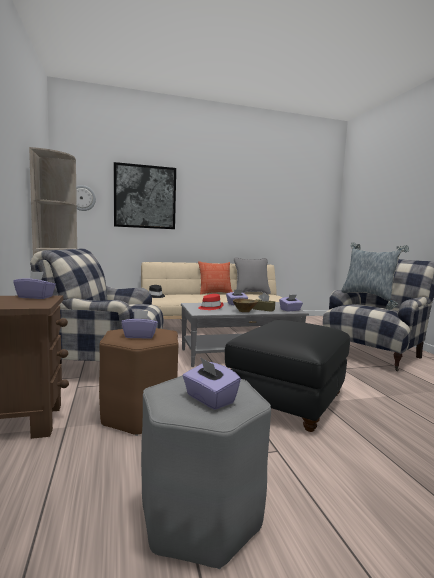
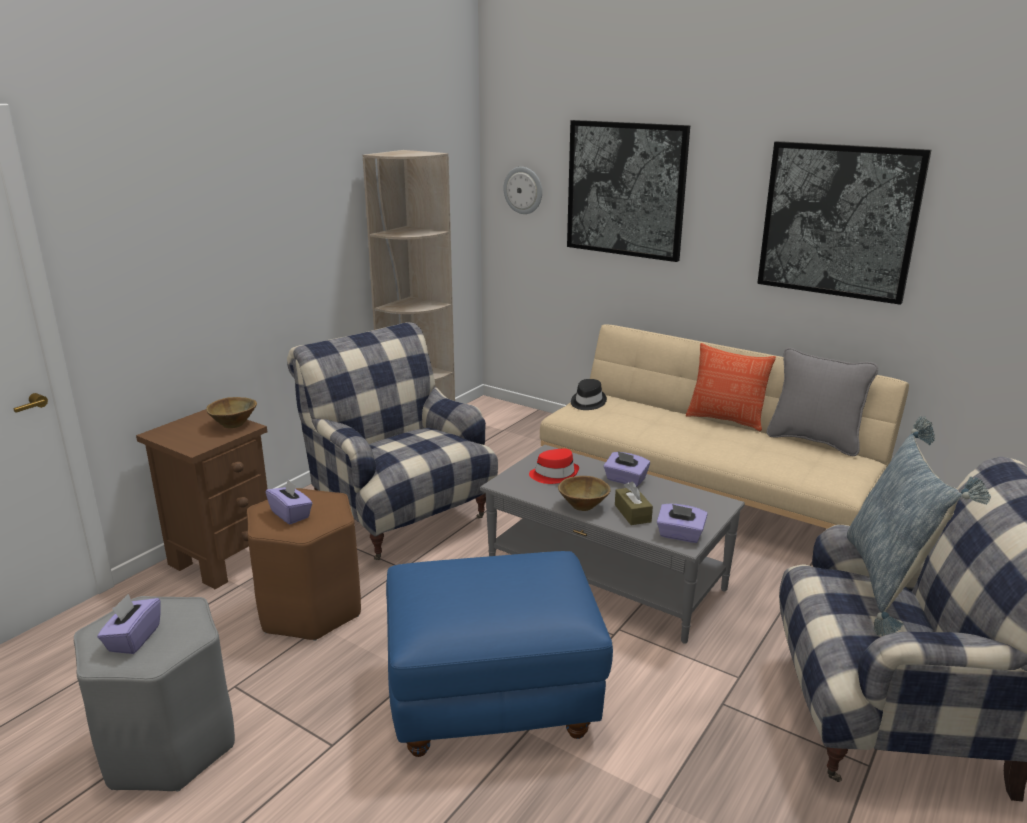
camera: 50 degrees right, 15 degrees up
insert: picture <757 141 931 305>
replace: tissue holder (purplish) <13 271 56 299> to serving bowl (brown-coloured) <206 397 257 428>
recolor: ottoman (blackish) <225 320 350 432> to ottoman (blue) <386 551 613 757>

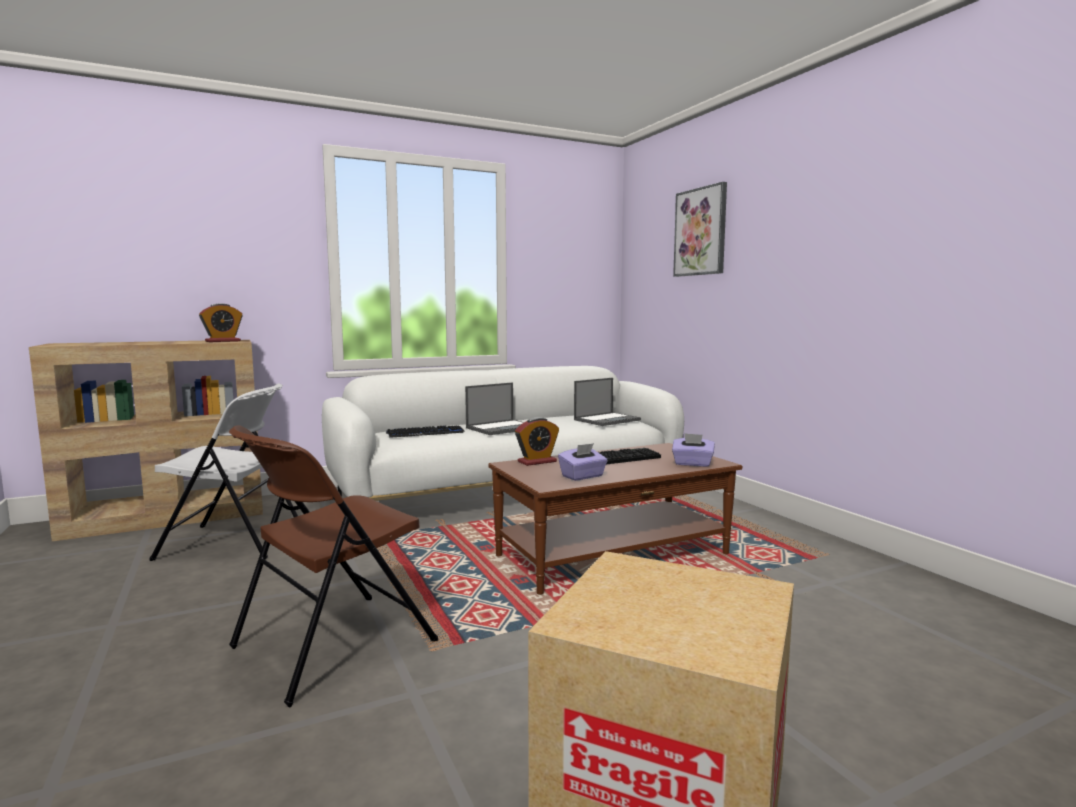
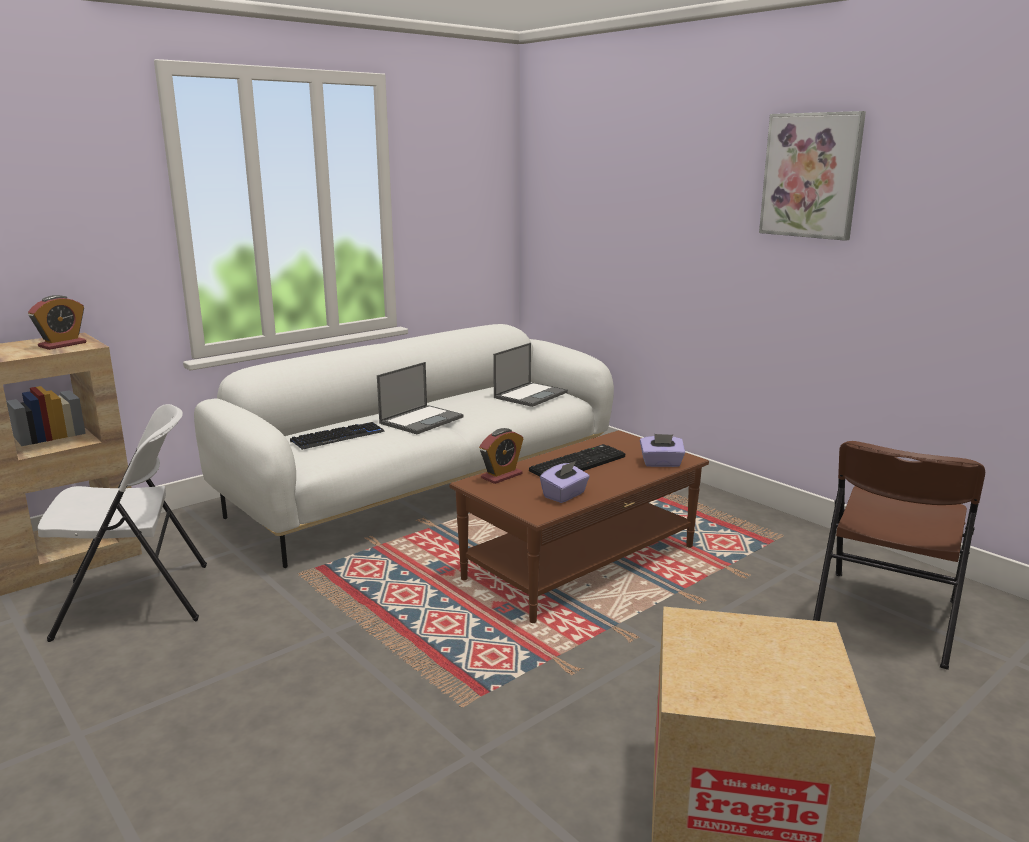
camera: 15 degrees left, 10 degrees up
move: picture <673 182 727 277> to <759 111 866 241>; plain chair (brown-coloured) <229 425 438 708> to <813 441 985 670>

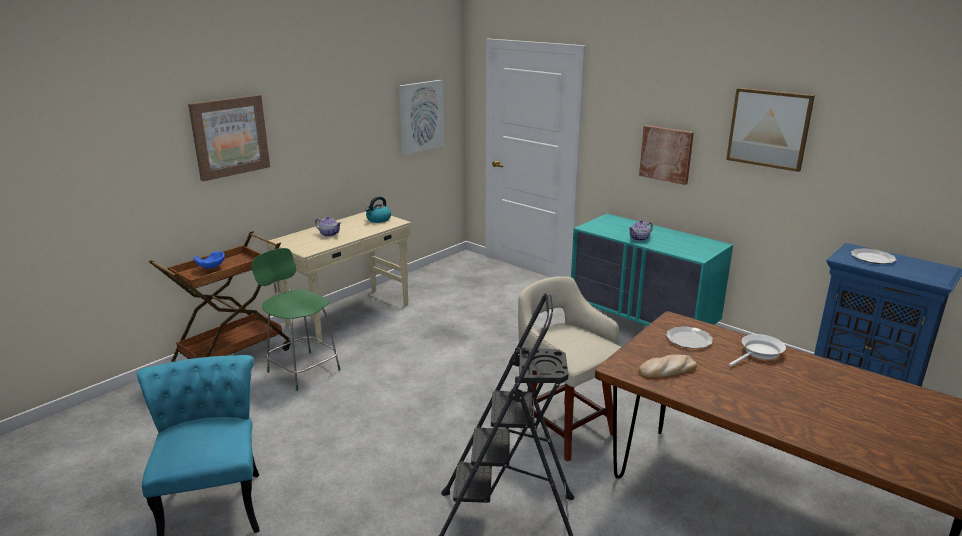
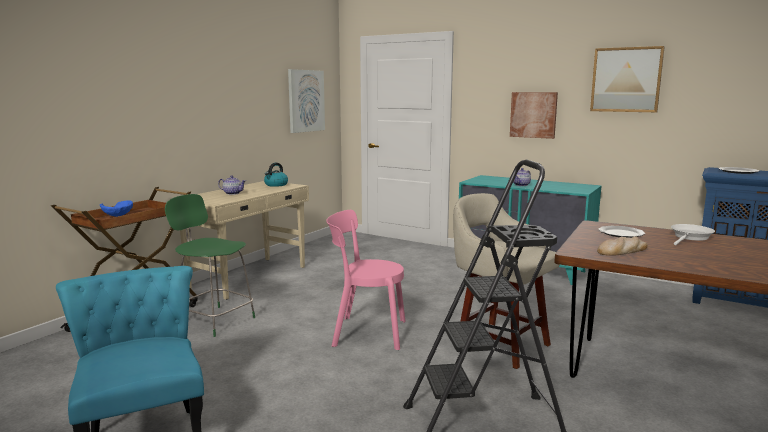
camera: 10 degrees left, 10 degrees down
delete: picture <188 95 270 181>
insert: plain chair (pinkish) <326 210 406 350>

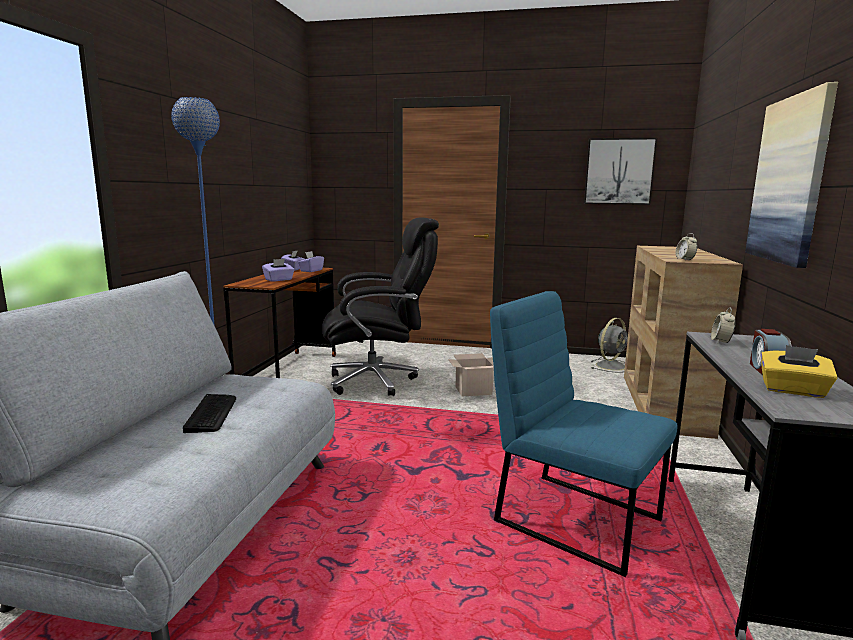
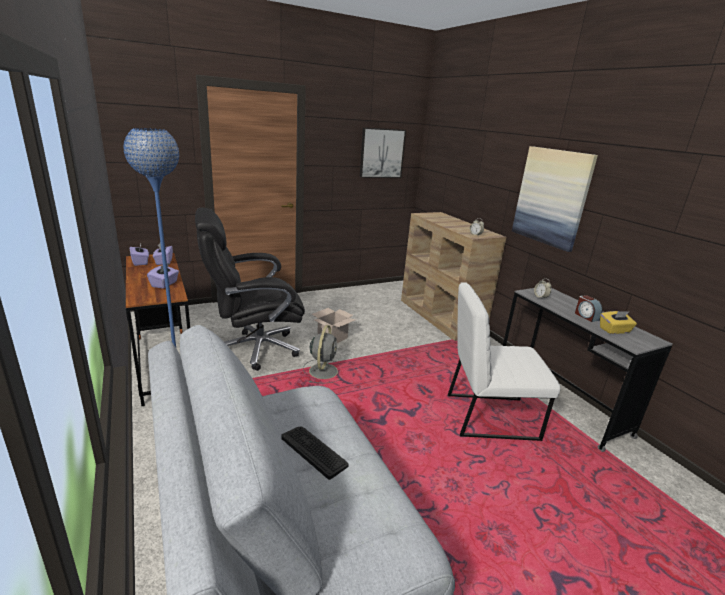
camera: 40 degrees left, 10 degrees up
move: fan (grey) <591 318 628 373> to <303 325 341 383>
recolor: plain chair (blue) <490 291 677 577> to plain chair (white) <448 283 561 441>
rotate: desk chair (blackish) <322 217 439 396> = <195 208 305 371> 150 degrees counterclockwise

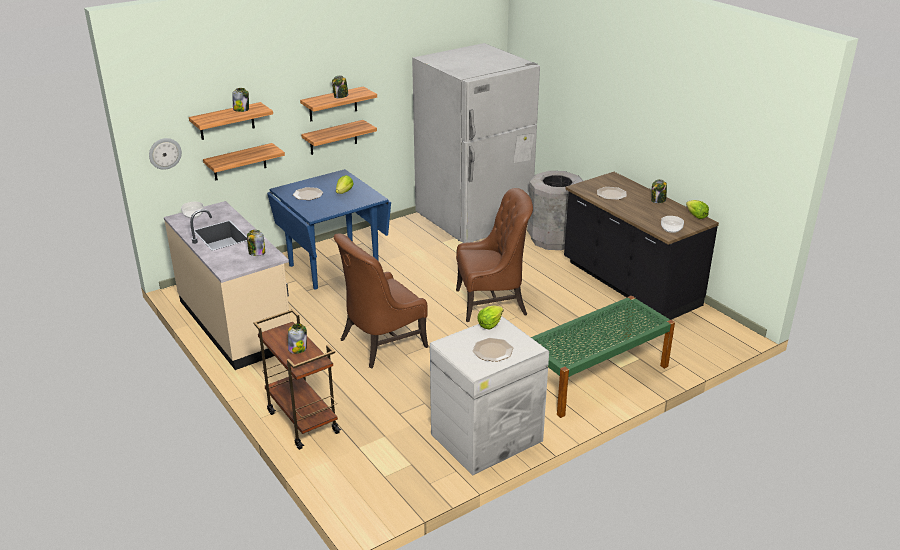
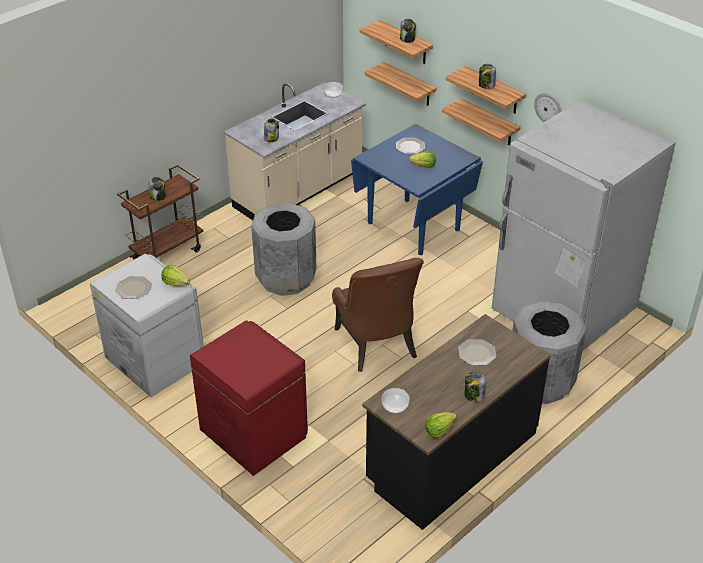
camera: 80 degrees right, 10 degrees up
move: clock on the wall <149 138 182 170> to <534 93 562 122>
replace: plain chair (brown-coloured) <334 234 428 368> to rubbish bin (grey) <251 203 317 296>; indoor bench (green) <531 295 675 418> to washing machine (red-coloured) <190 320 308 476>

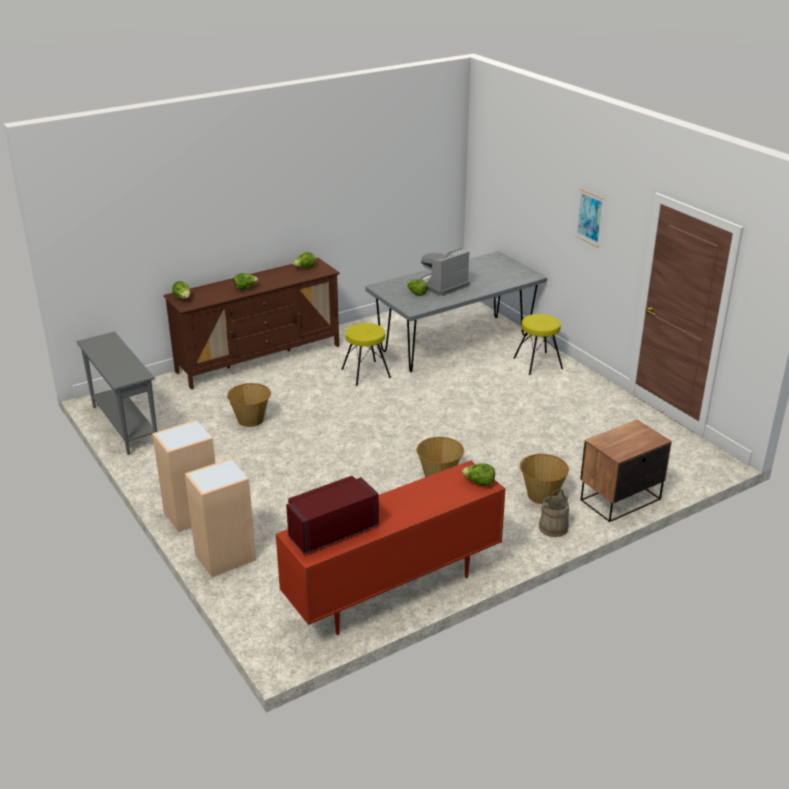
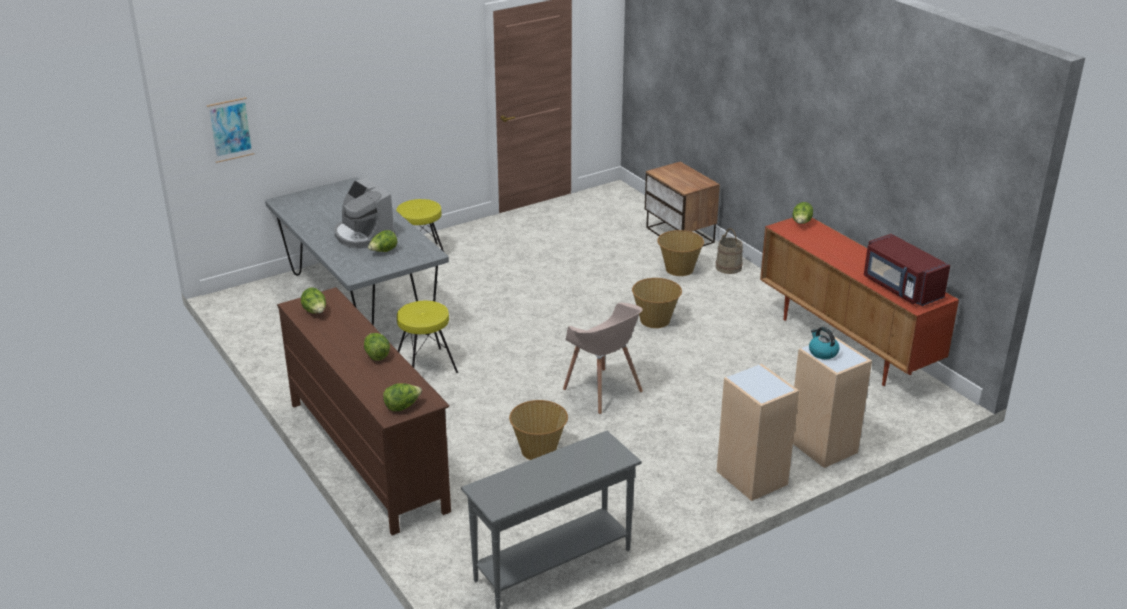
camera: 90 degrees left, 0 degrees up
insert: plain chair (beige) <563 303 643 414>; tea kettle <809 327 840 359>
move: picture <576 189 604 247> to <207 97 254 163>

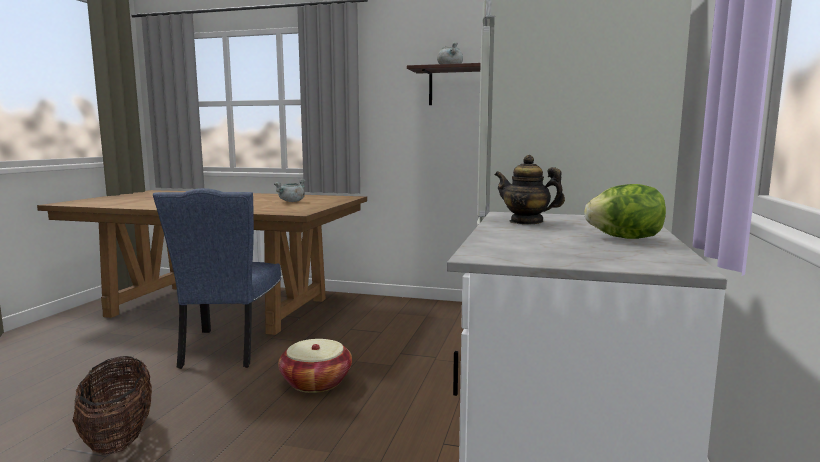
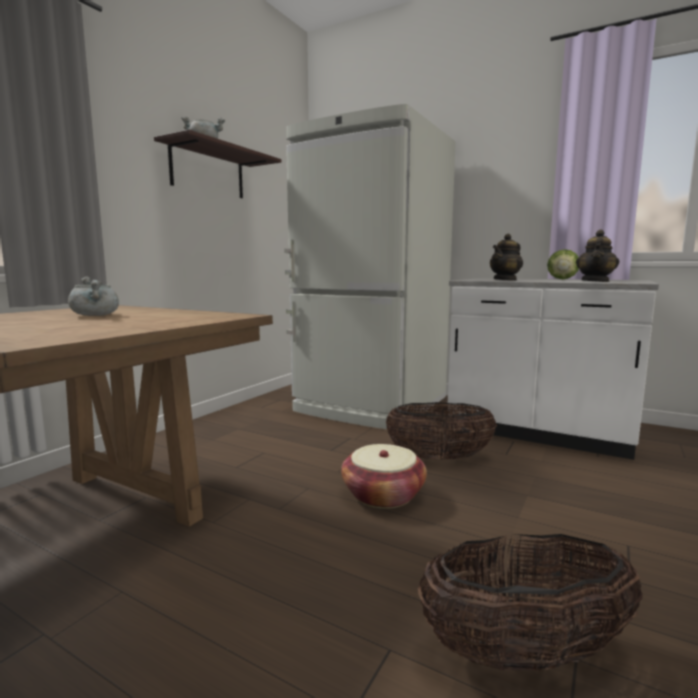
camera: 75 degrees left, 0 degrees up
delete: plain chair (blue) <153 188 281 369>
insert: tea pot <576 229 619 282>; household basket <386 402 497 460>

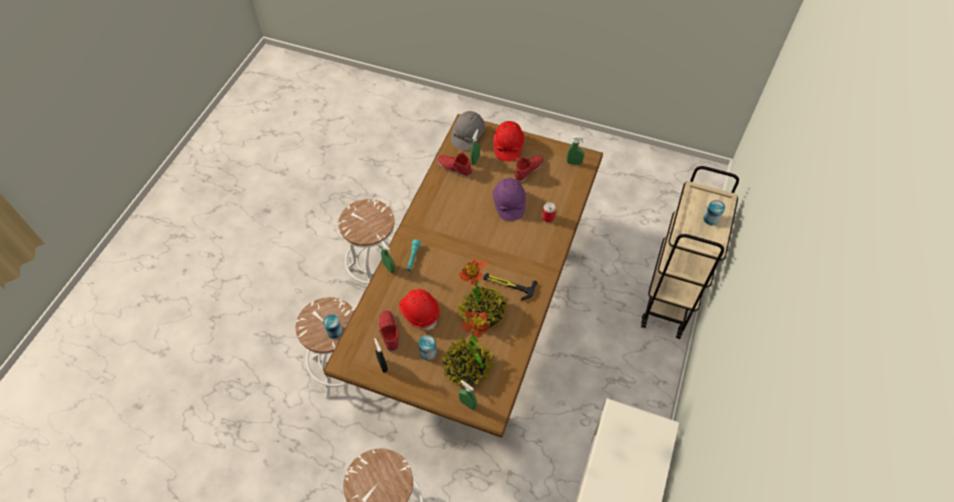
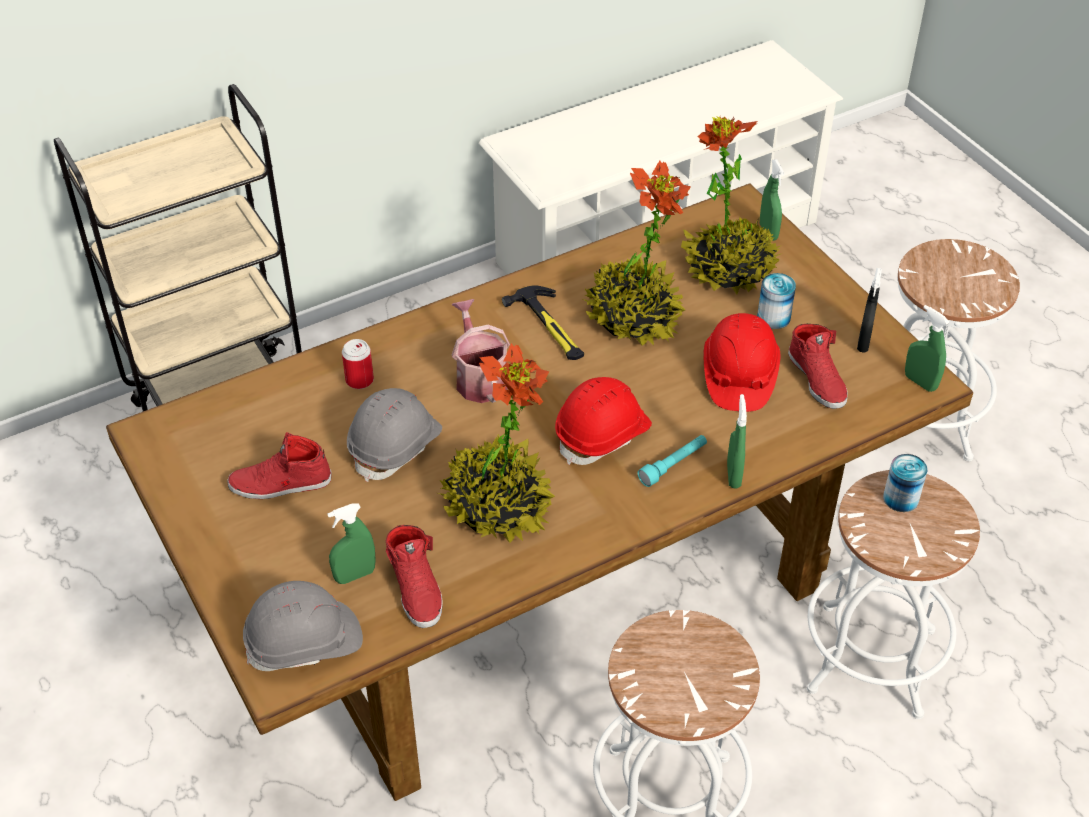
camera: 140 degrees left, 10 degrees down
delete: sealed can <703 200 725 226>
insert: watering pot <451 299 510 403>; houseplant <438 343 555 543>
move: work helmet (red-coloured) <493 121 524 161> to <555 377 652 465>; sprayer (green) <566 136 585 165> to <905 305 949 392>
recolor: work helmet (purplish) <493 178 526 221> to work helmet (grey) <347 388 442 482>
rotate: item of footwear (red-coloured) <378 310 399 352> = <788 324 848 409> 45 degrees counterclockwise

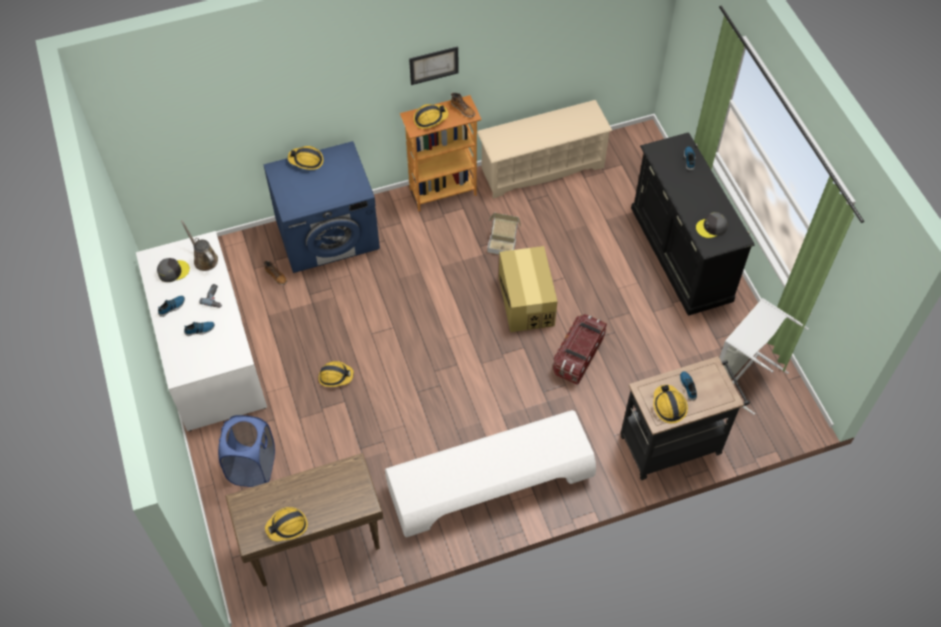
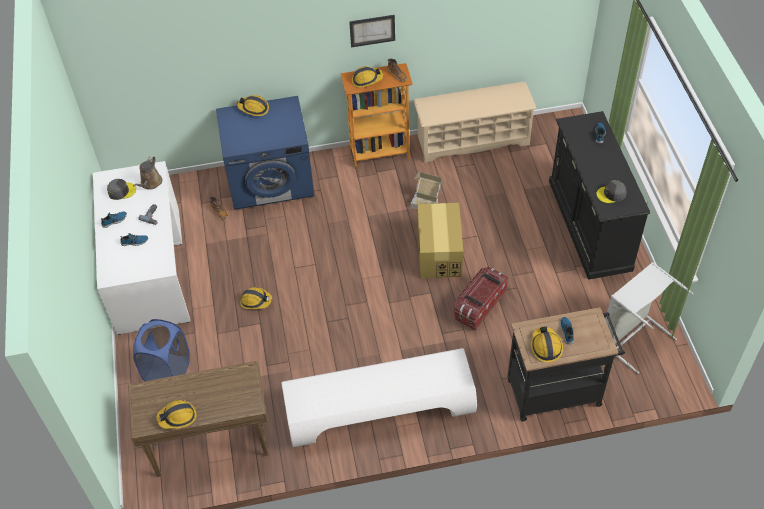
camera: 10 degrees right, 5 degrees down
rotate: watering pot (brown-coloured) <181 220 218 271> = <133 156 162 190> 135 degrees counterclockwise

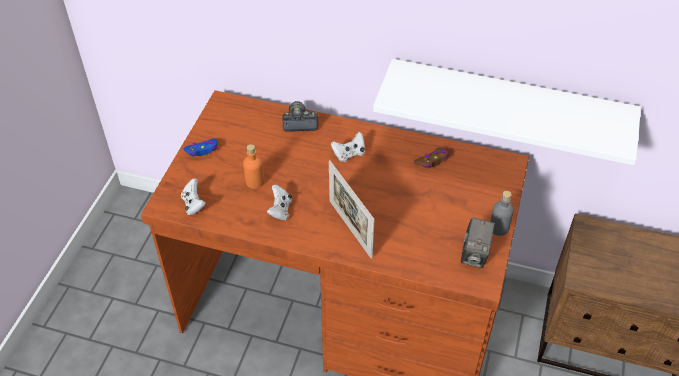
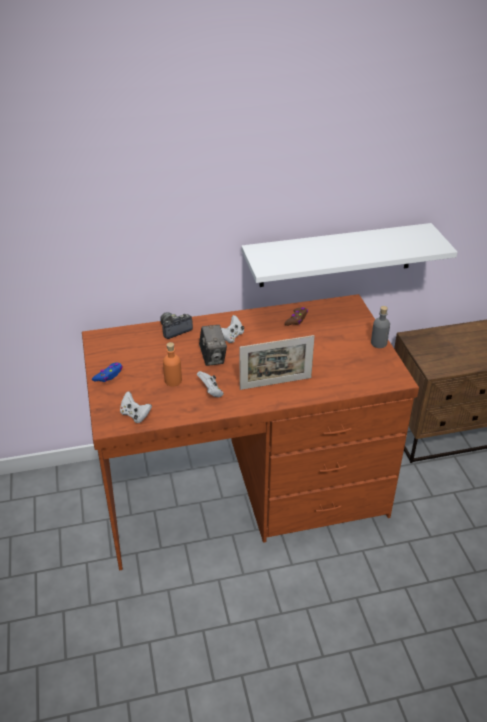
camera: 30 degrees left, 10 degrees down
move: still camera <460 218 495 268> to <199 325 227 366>
rotate: picture frame <329 160 374 259> = <240 335 314 390> 45 degrees counterclockwise

